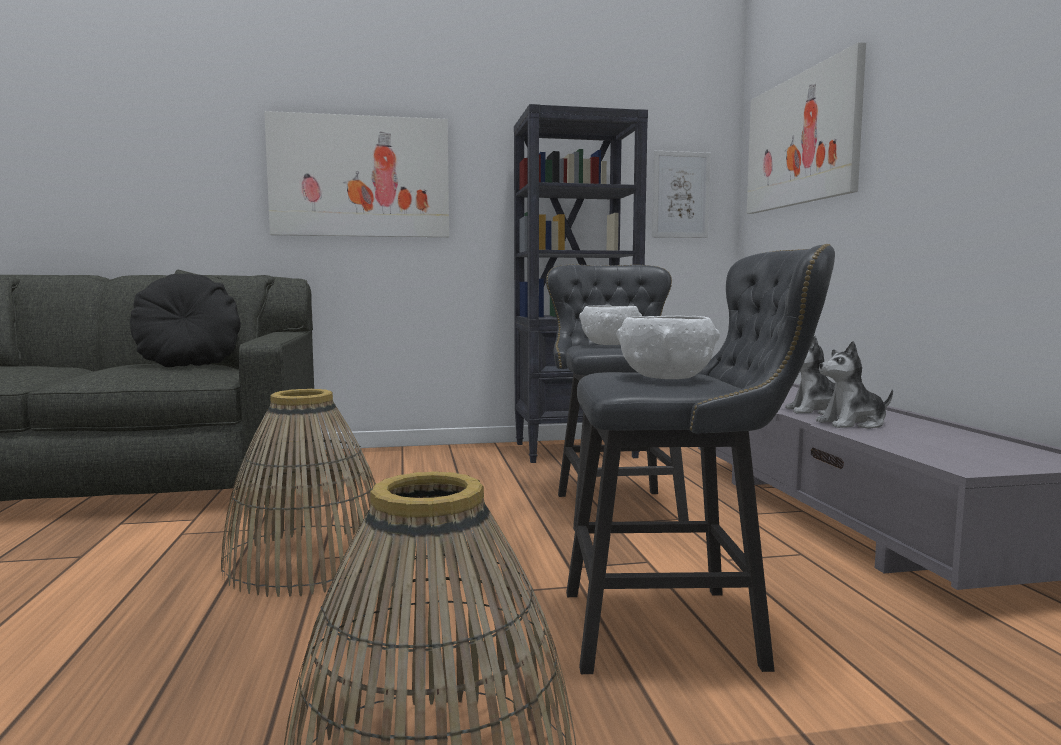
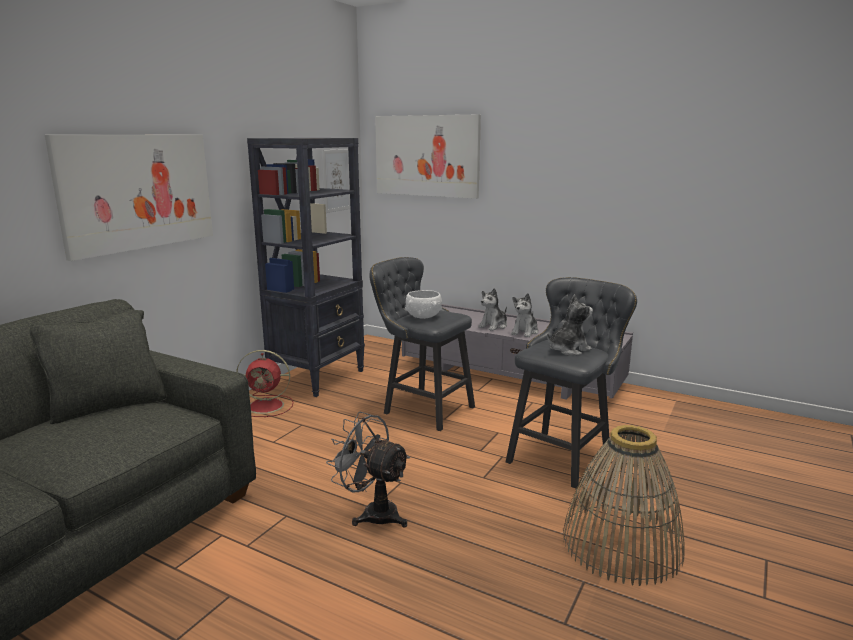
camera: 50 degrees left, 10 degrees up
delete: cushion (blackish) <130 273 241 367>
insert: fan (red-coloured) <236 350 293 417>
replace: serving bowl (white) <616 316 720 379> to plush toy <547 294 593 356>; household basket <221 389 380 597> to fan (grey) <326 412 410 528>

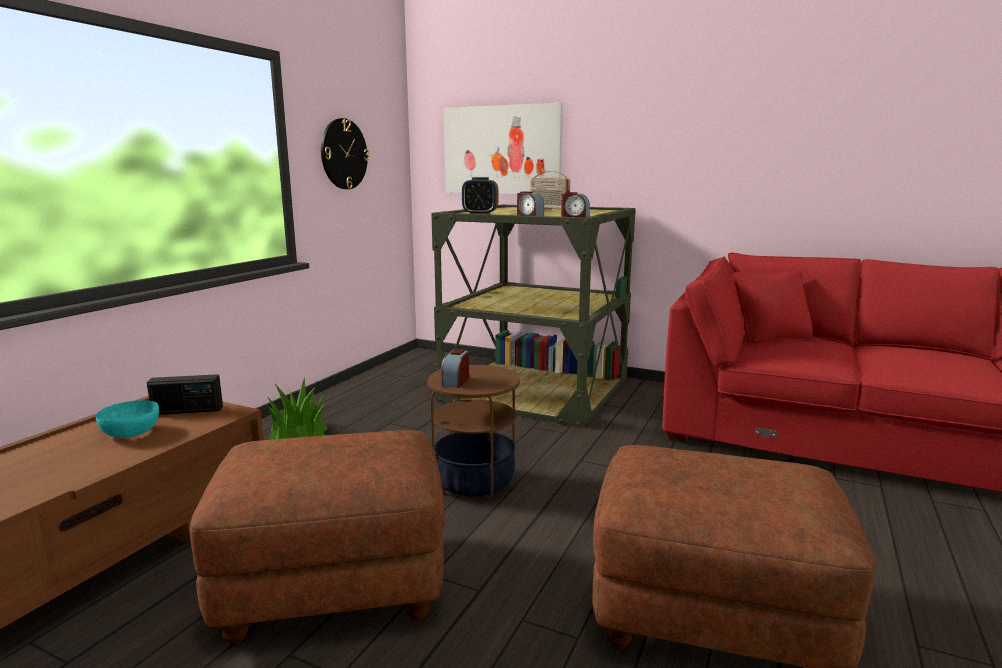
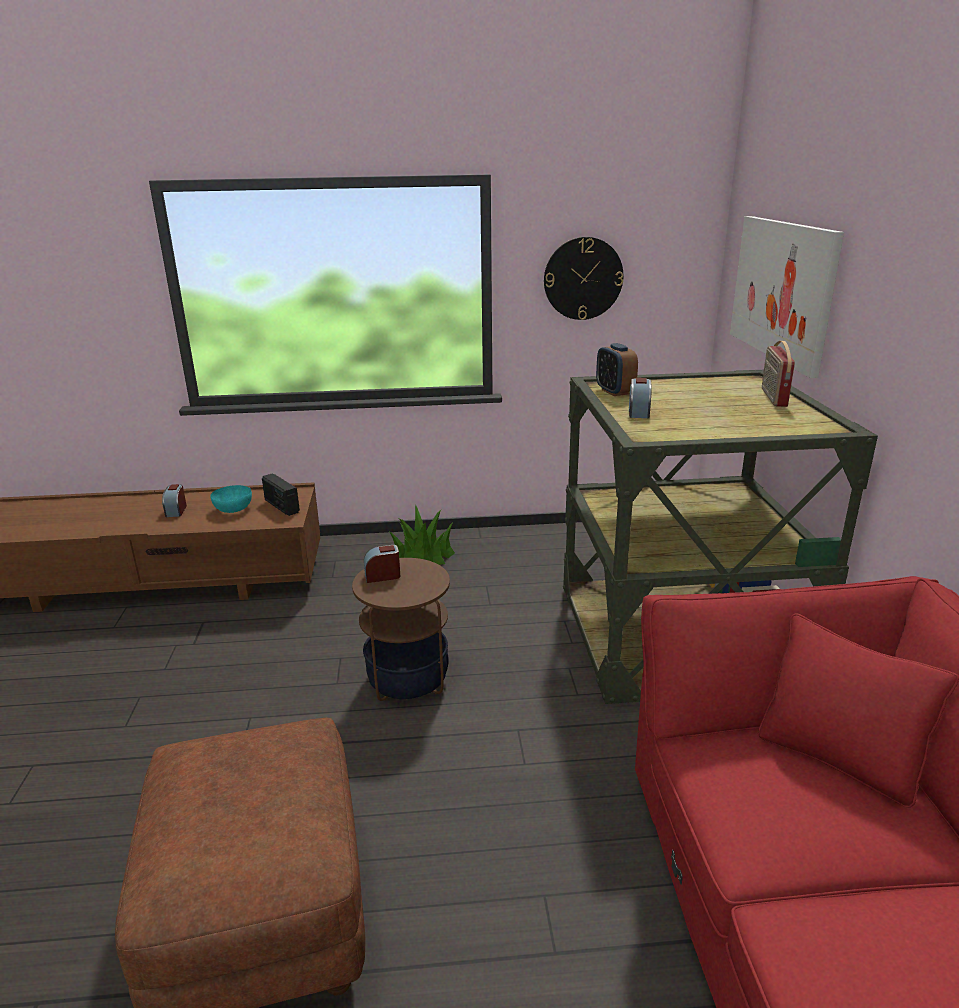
camera: 60 degrees right, 10 degrees up
delete: ottoman (brown-coloured) <190 430 444 645>
move: bedside clock <561 192 590 217> to <162 484 187 517>

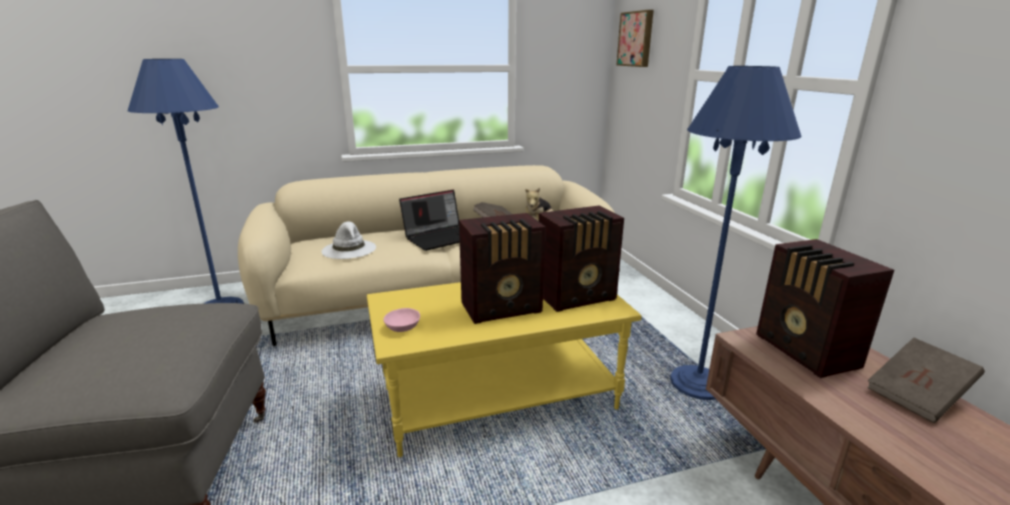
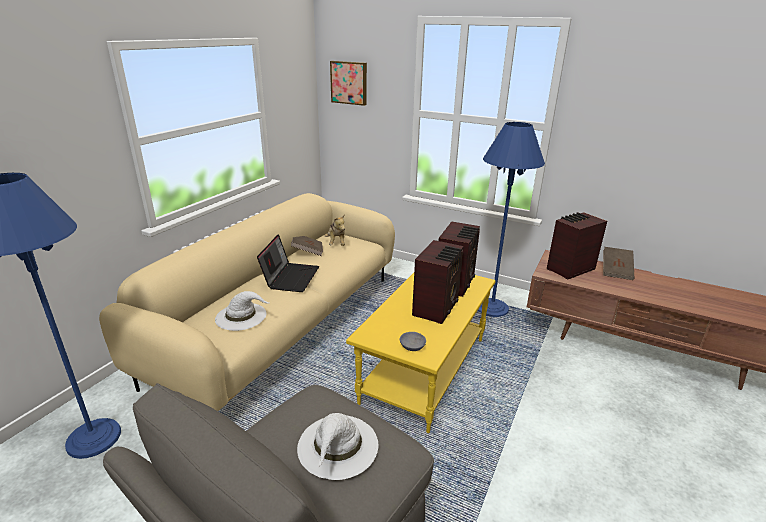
camera: 45 degrees left, 5 degrees up
insert: hat (white) <297 413 378 480>
recolor: serving bowl (pinkish) <384 308 420 332> to serving bowl (grey) <400 332 426 351>
rotate: radio <756 239 894 378> = <547 212 607 279> 120 degrees clockwise

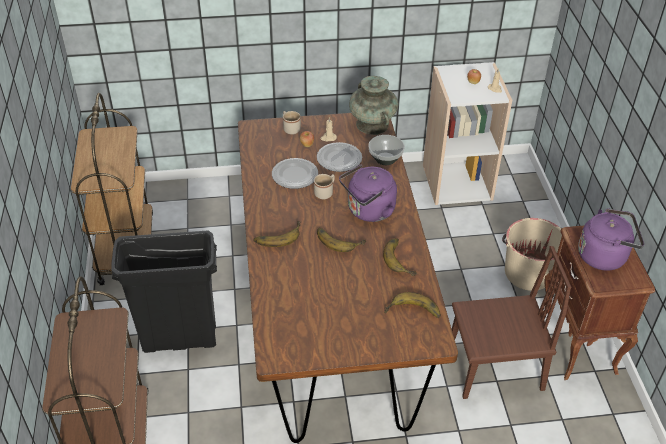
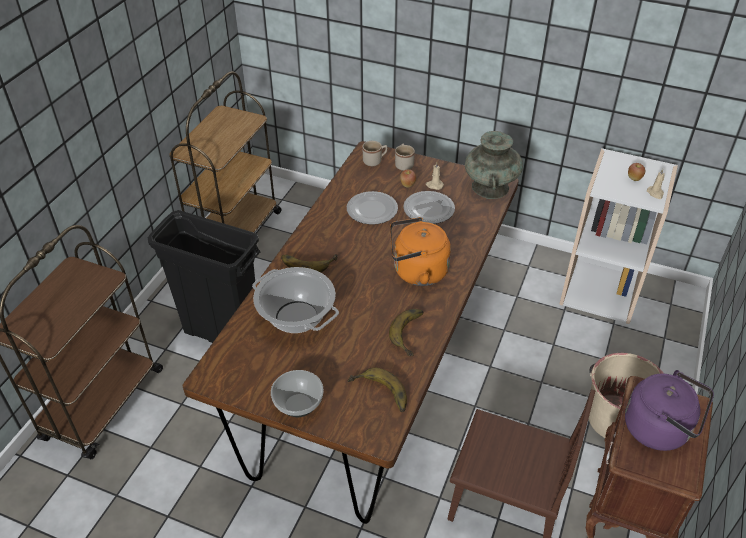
camera: 30 degrees right, 0 degrees up
delete: whole banana <317 228 366 252>
insert: cooking pot <252 267 339 333>
move: serving bowl <368 135 405 165> to <271 370 324 417>; coffee mug (beige) <314 174 335 199> to <362 141 387 166>
recolor: tea kettle (purplish) <339 164 397 222> to tea kettle (orange-coloured) <390 217 451 286>

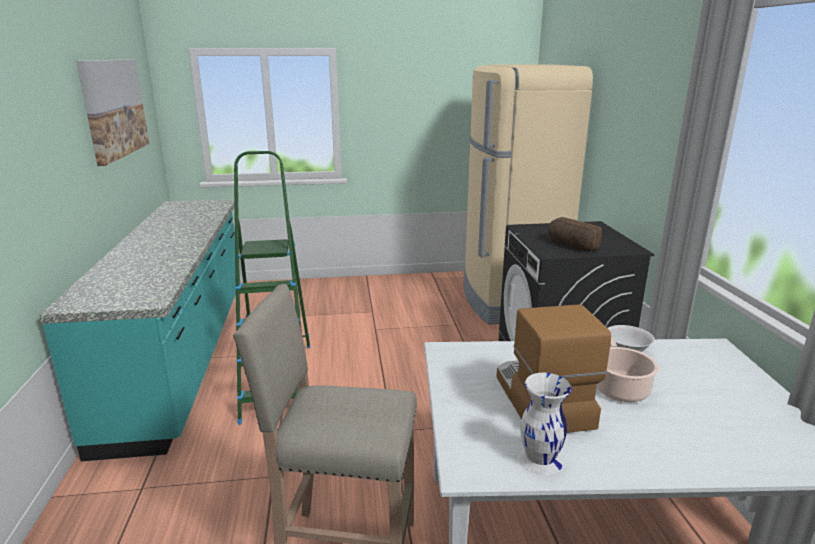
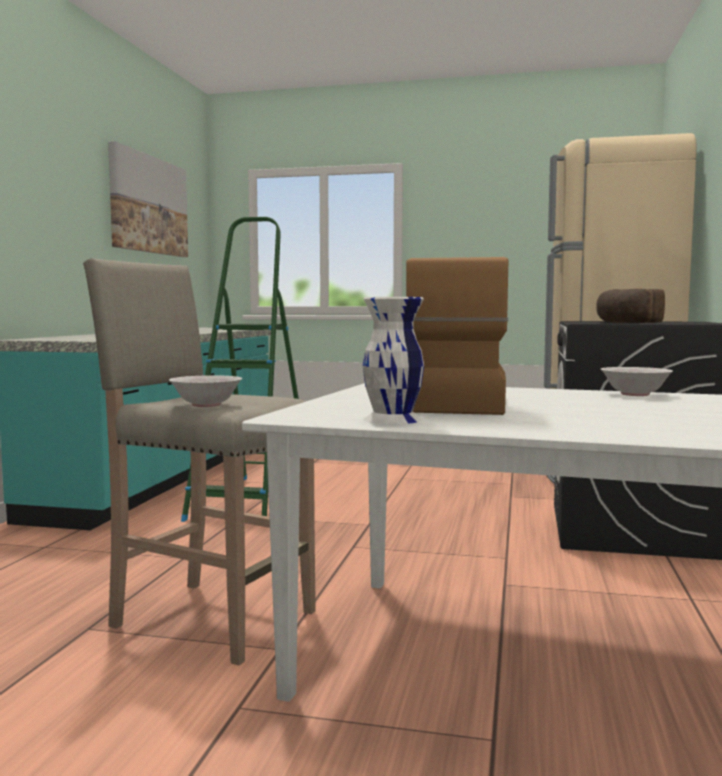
camera: 20 degrees right, 15 degrees down
delete: cooking pot <597 334 659 402>
insert: serving bowl (white) <169 375 242 407>

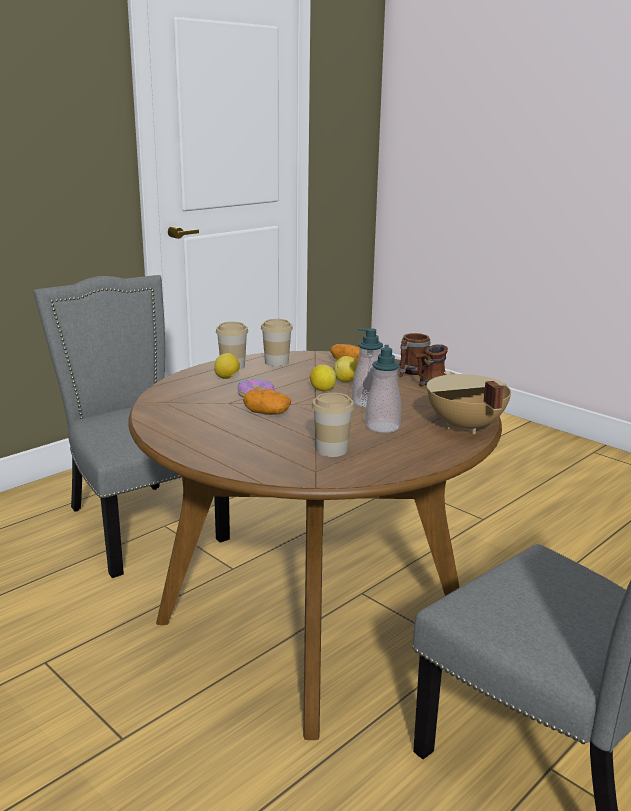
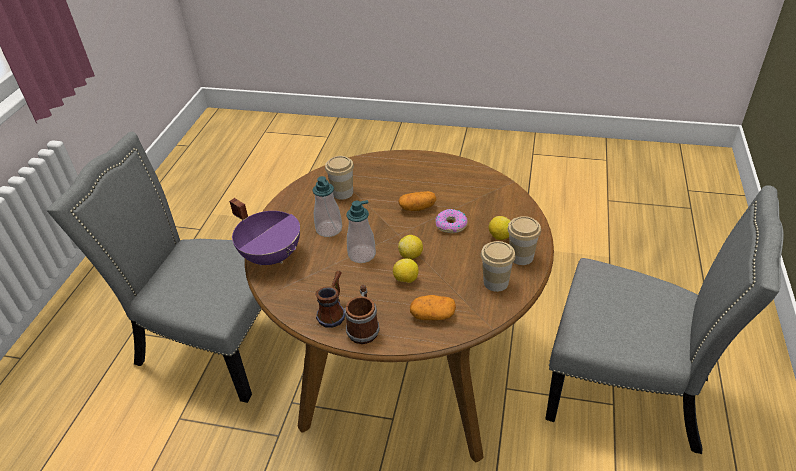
camera: 150 degrees right, 20 degrees up
recolor: cooking pot (beige) <427 371 511 434> to cooking pot (purplish) <229 198 300 266>

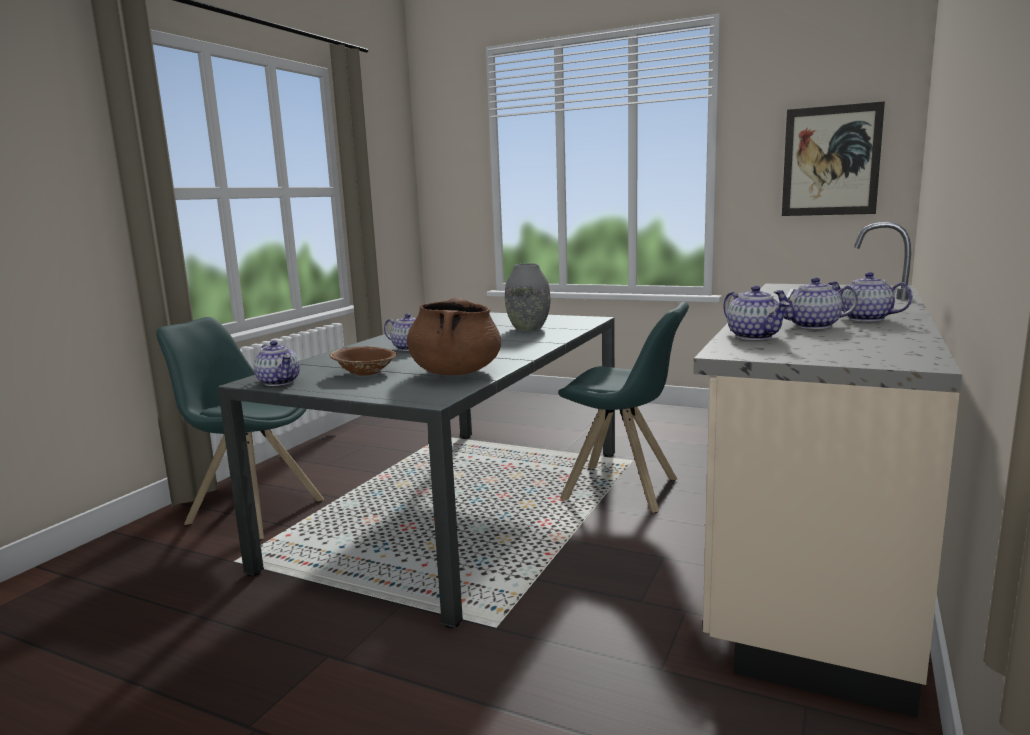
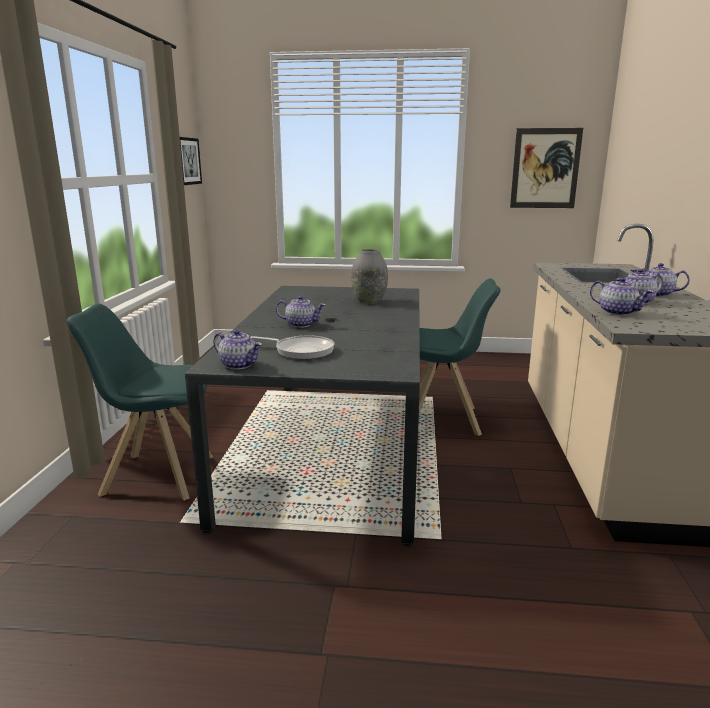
camera: 20 degrees left, 5 degrees up
delete: cooking pot (brown-coloured) <407 298 501 375>
insert: picture <180 137 202 185>
replace: serving bowl (brown-coloured) <330 346 397 376> to frying pan <250 336 334 360>

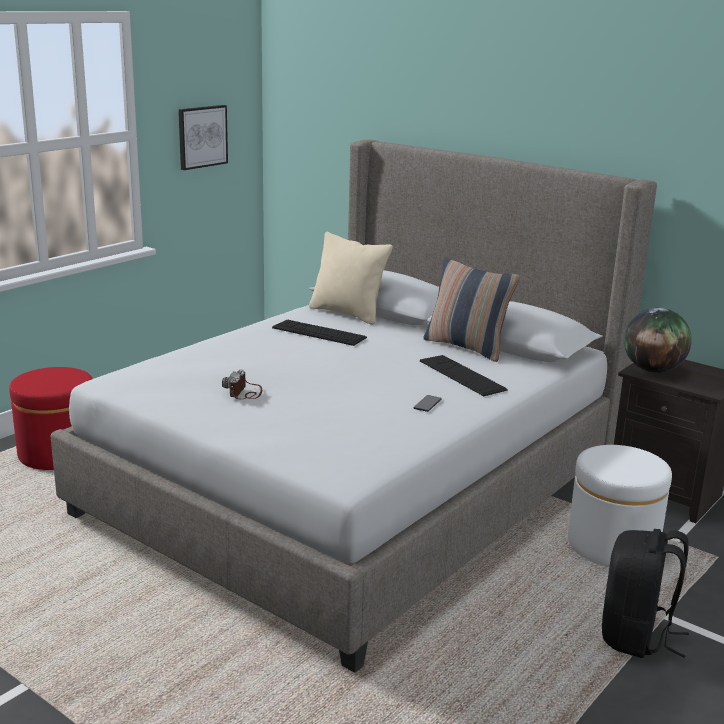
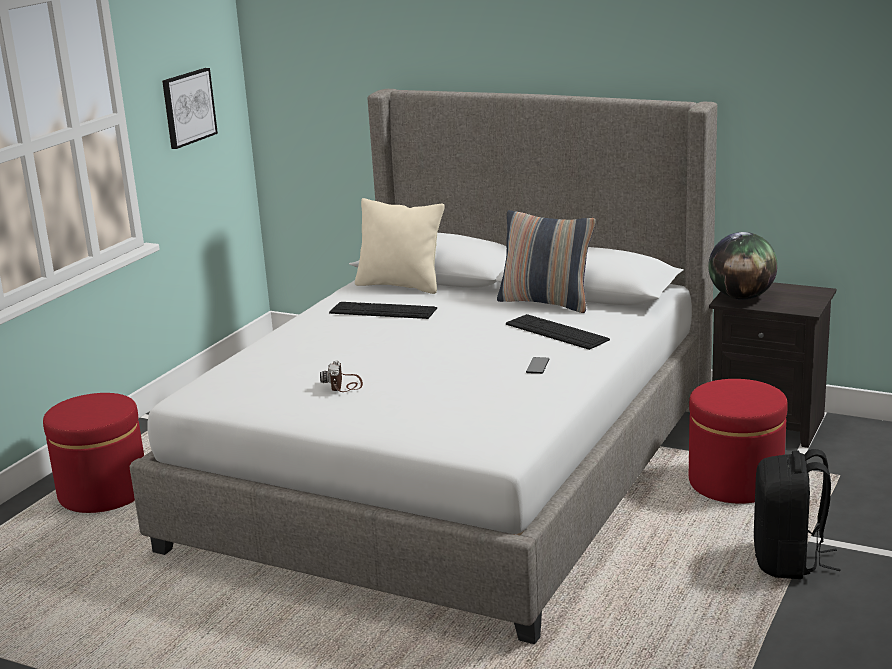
camera: 10 degrees left, 0 degrees up
recolor: ottoman (white) <568 445 672 567> to ottoman (red-coloured) <689 379 788 504>

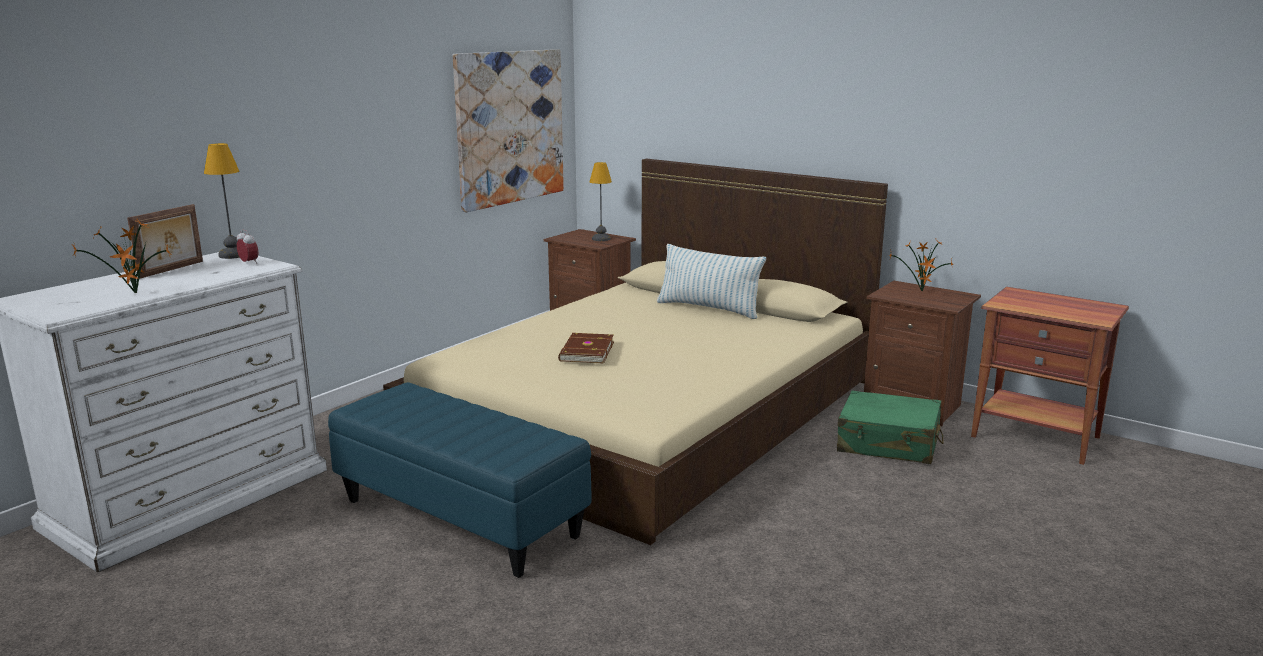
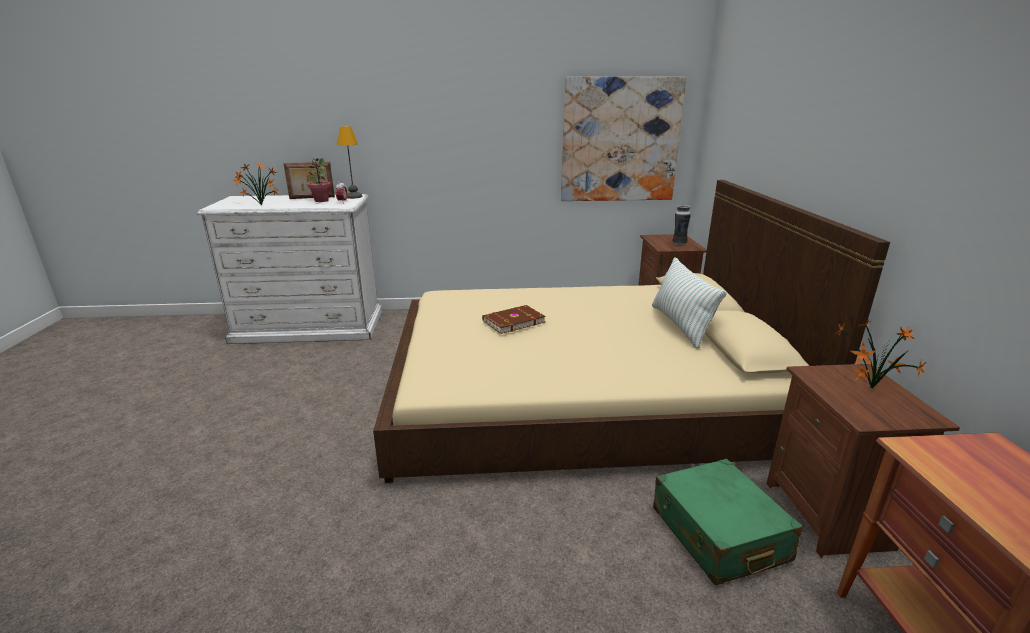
camera: 50 degrees right, 5 degrees up
delete: ottoman (blue) <328 382 592 578>
insert: houseplant <308 158 331 202>
replace: table lamp <590 162 612 241> to flower vase <672 205 691 246>

